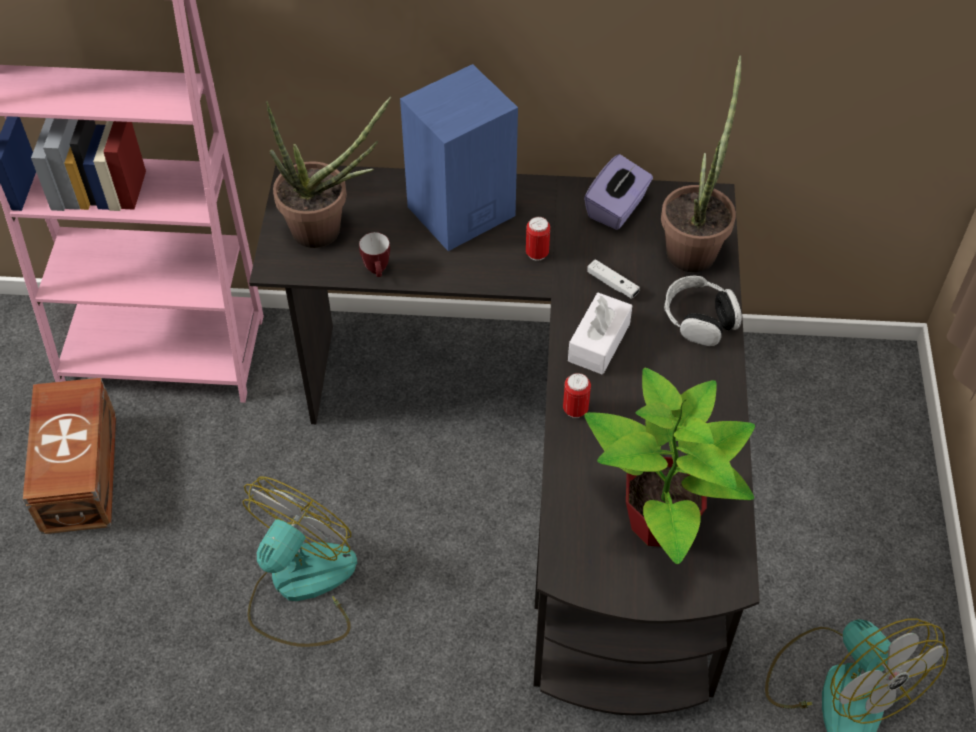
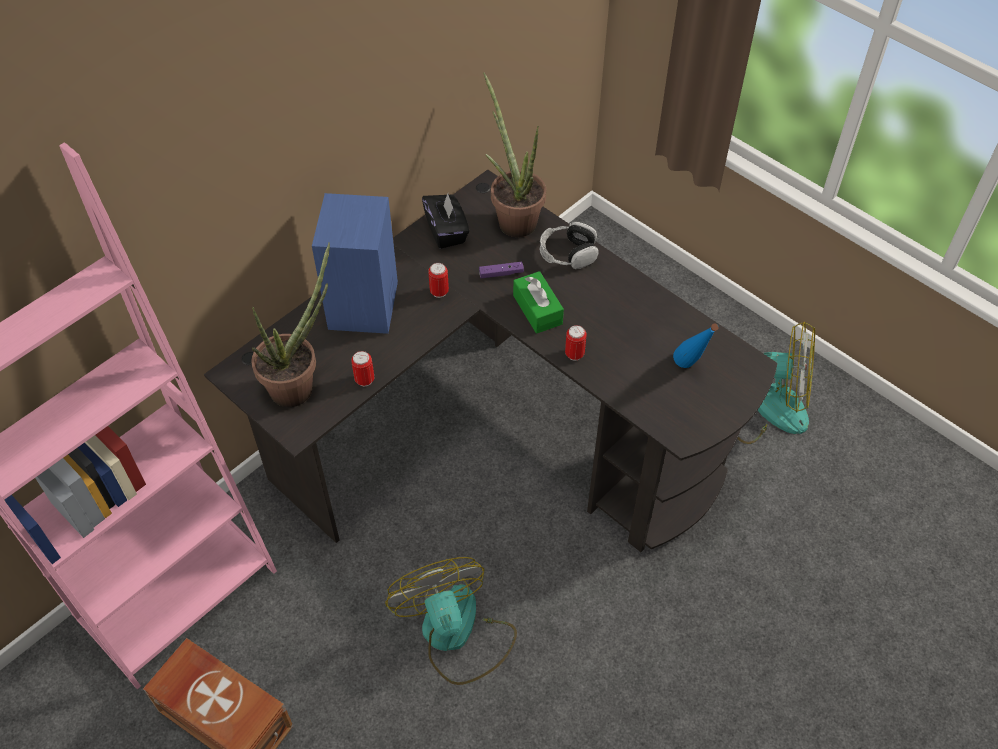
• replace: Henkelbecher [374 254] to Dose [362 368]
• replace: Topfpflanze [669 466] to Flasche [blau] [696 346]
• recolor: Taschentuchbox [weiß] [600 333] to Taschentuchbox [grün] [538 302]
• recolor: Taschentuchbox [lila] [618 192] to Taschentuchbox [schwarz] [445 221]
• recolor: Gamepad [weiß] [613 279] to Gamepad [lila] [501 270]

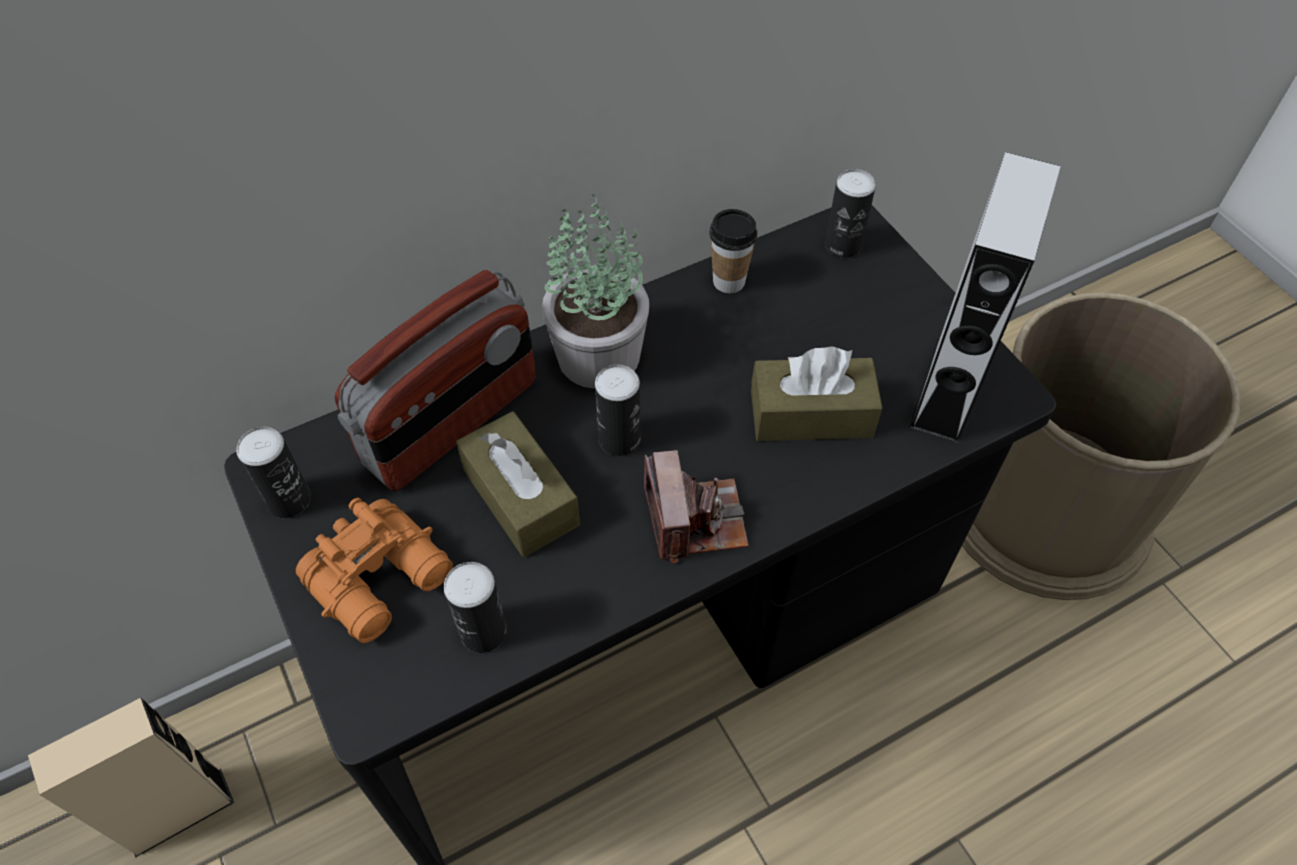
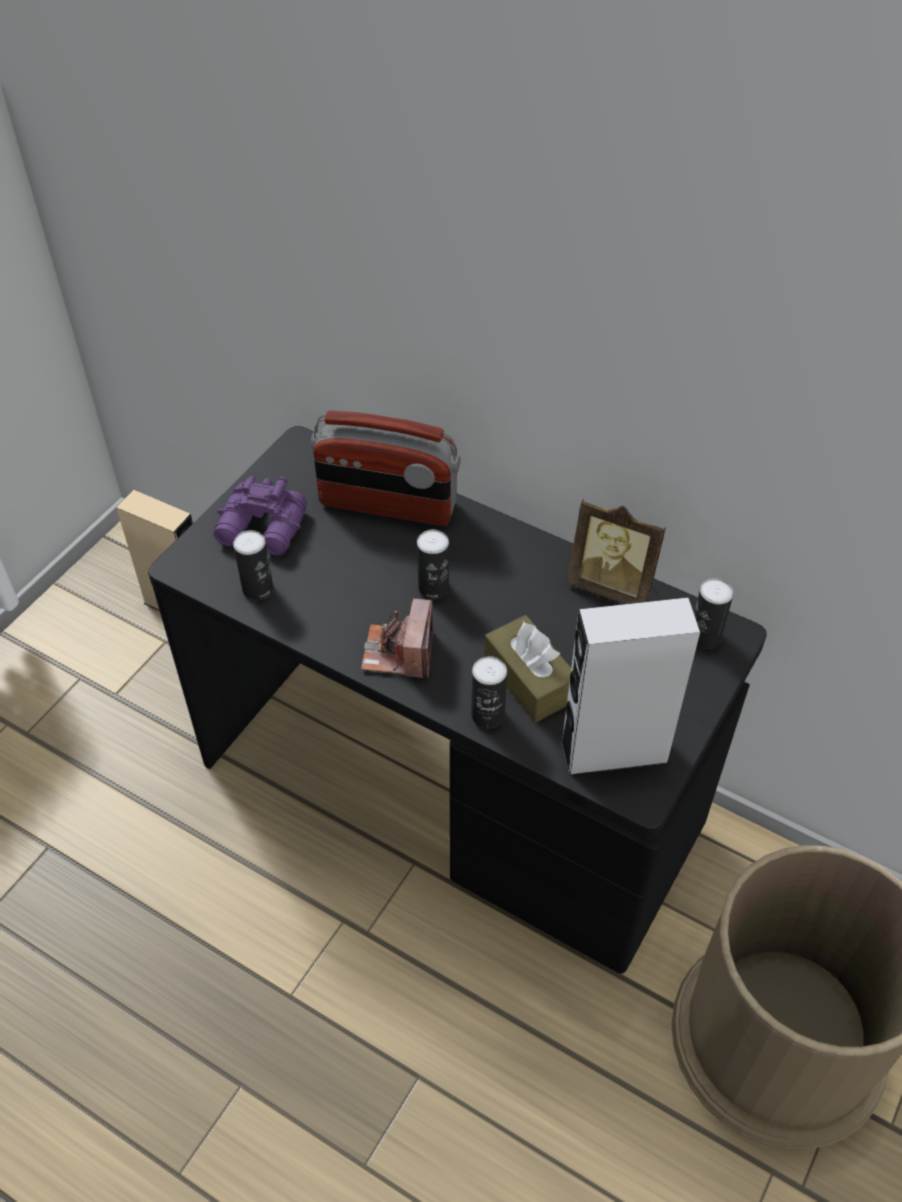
• delete: Taschentuchbox [braun] [518 484]
• delete: Topfpflanze [595 291]
• move: Dose [273 472] to [489 692]
• replace: Tasse [733 251] to Bilderrahmen [616 551]
• recolor: Fernglas [orange] [374 570] to Fernglas [lila] [260 515]
• rotate: Kamera [696 506] = [397 638] 135 degrees clockwise

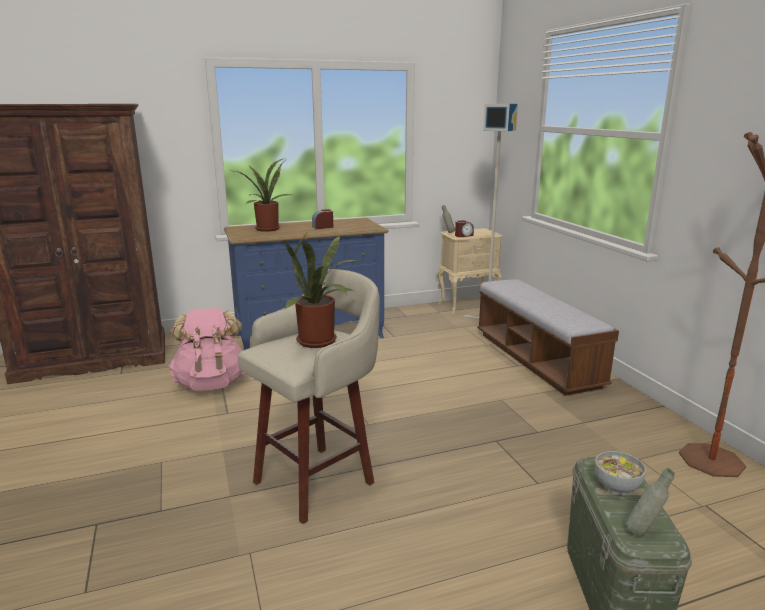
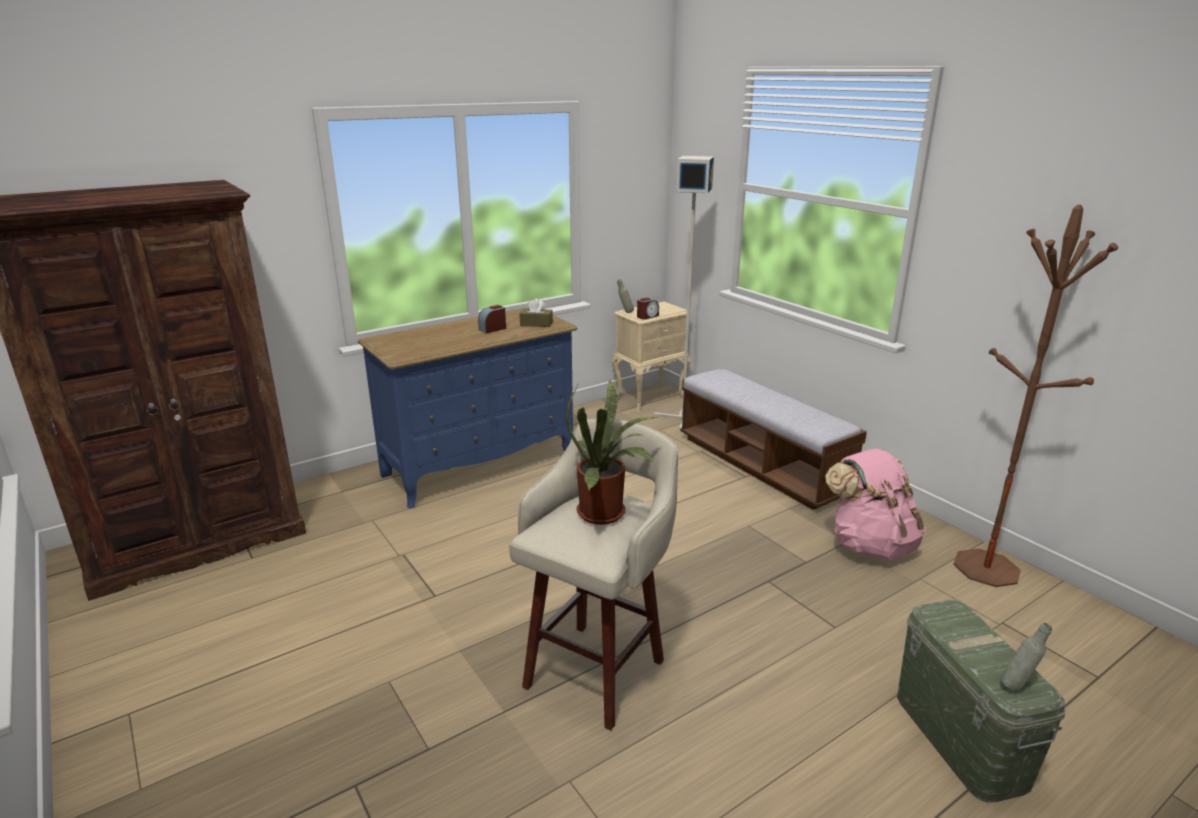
• delete: Topfpflanze [265 195]
• delete: Schüssel [620 473]
• insert: Taschentuchbox [braun] [536 313]
• move: Rucksack [rosa] [207 349] to [875 504]

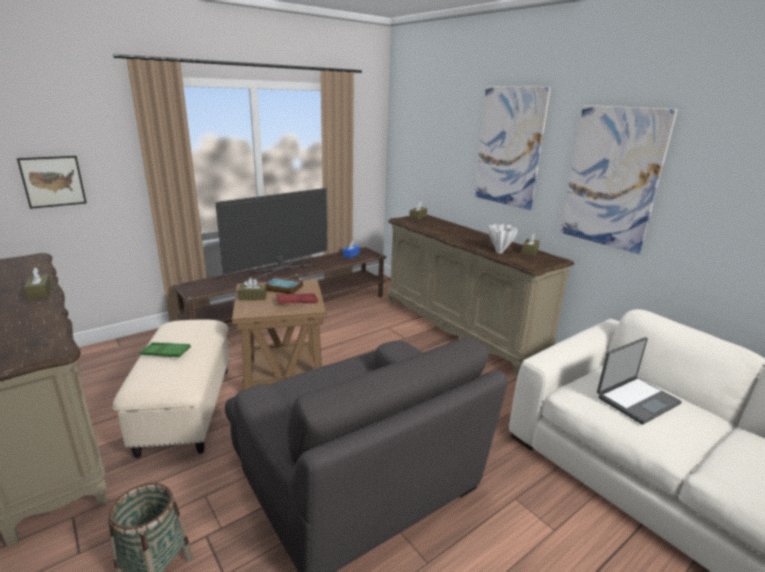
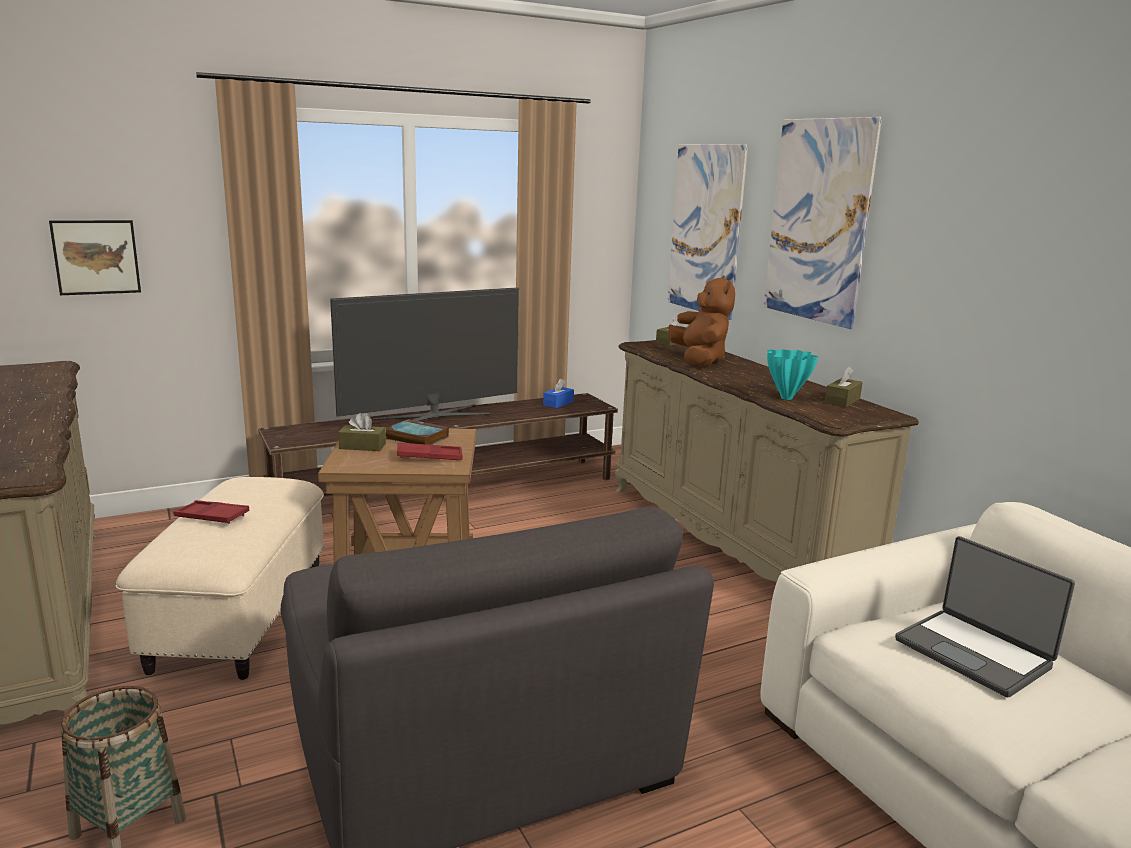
• delete: Taschentuchbox [braun] [38 284]
• insert: Plüschtier [braun] [701 320]
• move: Bild [619 179] to [708 232]
• recolor: Tablett [grün] [165 349] to Tablett [rot] [211 512]
• recolor: Vase [weiß] [503 239] to Vase [türkis] [792 374]
• rotate: Laptop [639 381] = [985 617] 75 degrees clockwise

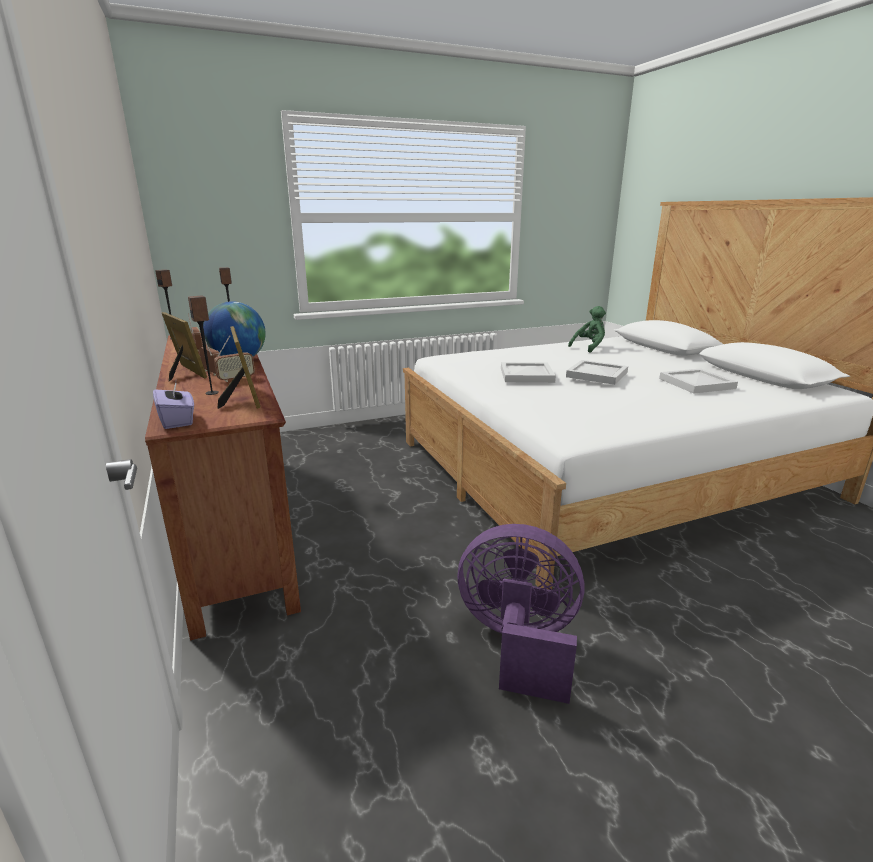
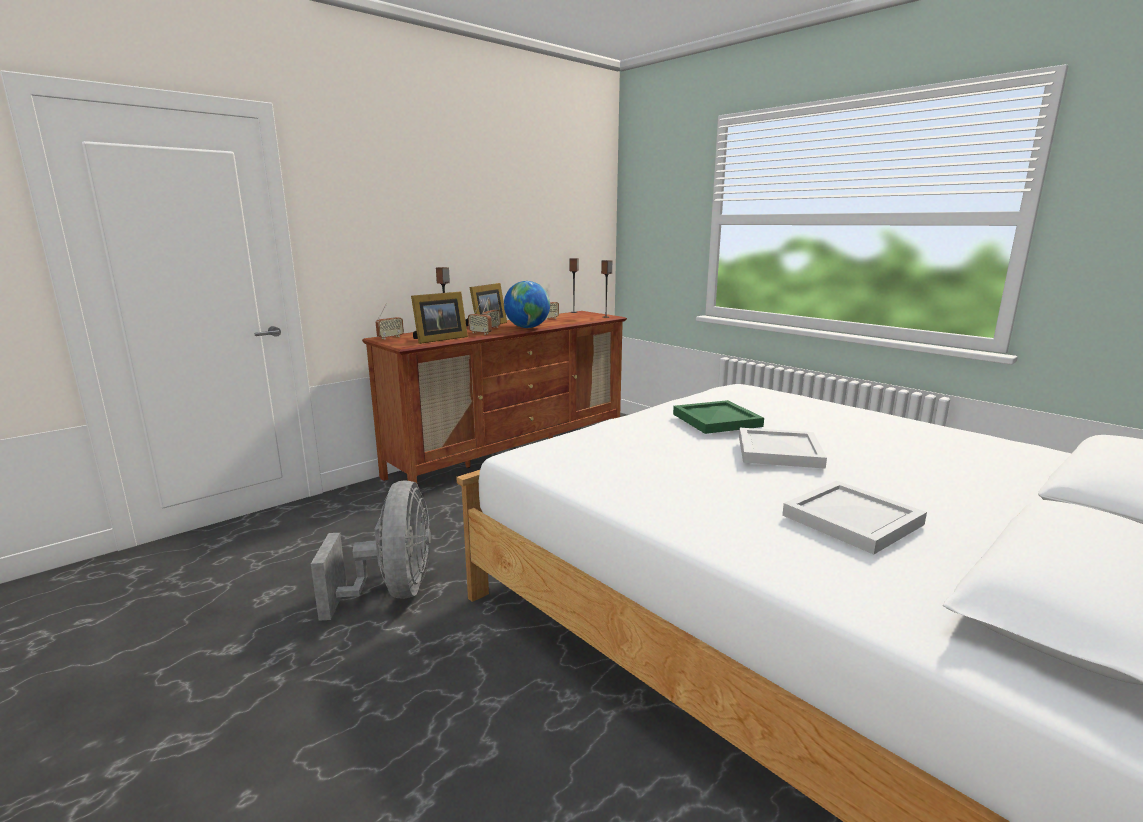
• delete: Plüschtier [grün] [587 329]
• replace: Taschentuchbox [lila] [173 403] to Radio [390 321]
• recolor: Ventilator [lila] [521 614] to Ventilator [grau] [371 550]
• recolor: Tablett [weiß] [528 372] to Tablett [grün] [718 417]

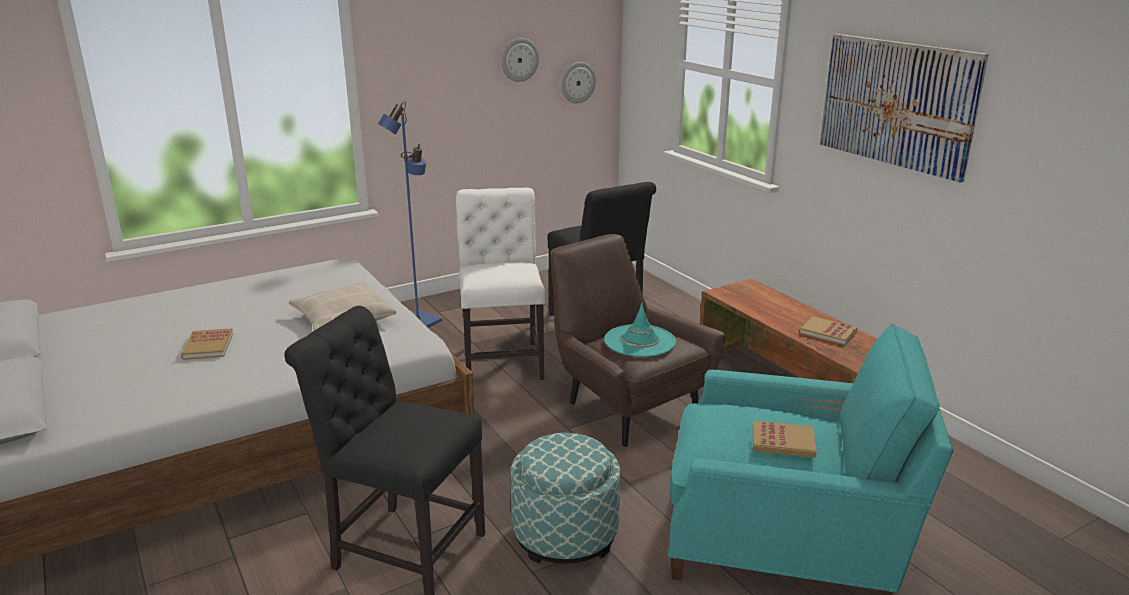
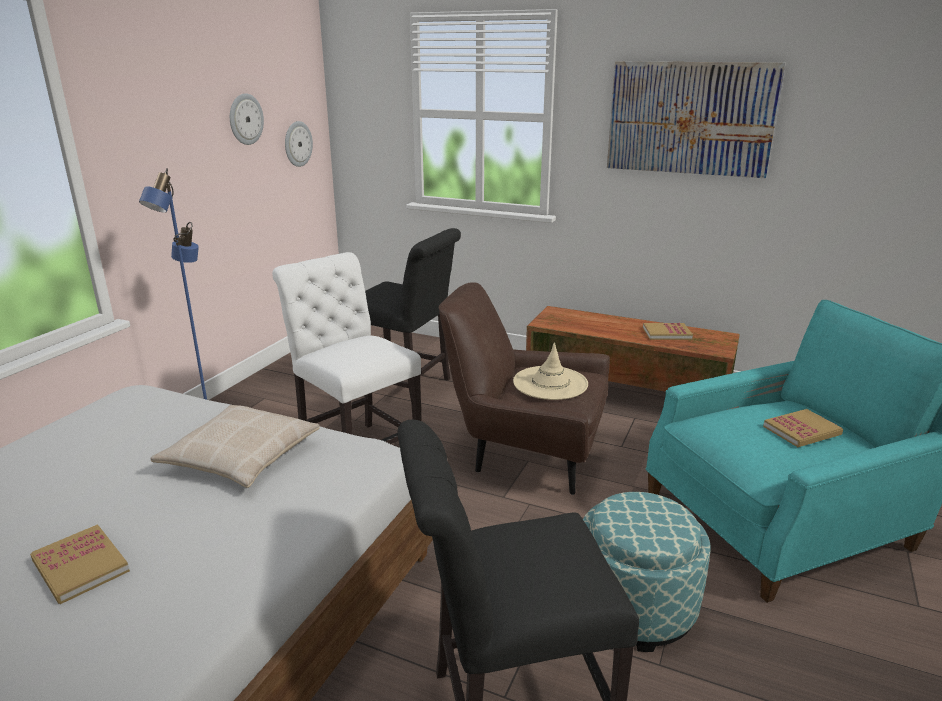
• recolor: Hut [türkis] [640 330] to Hut [beige] [550 371]

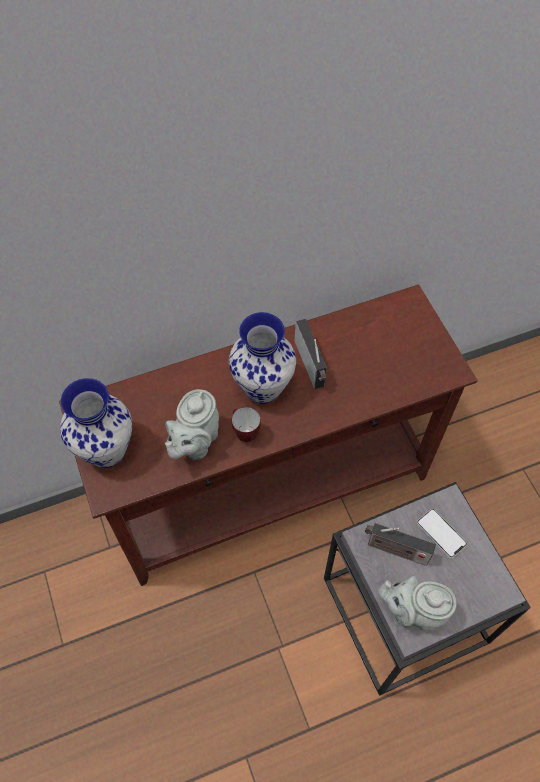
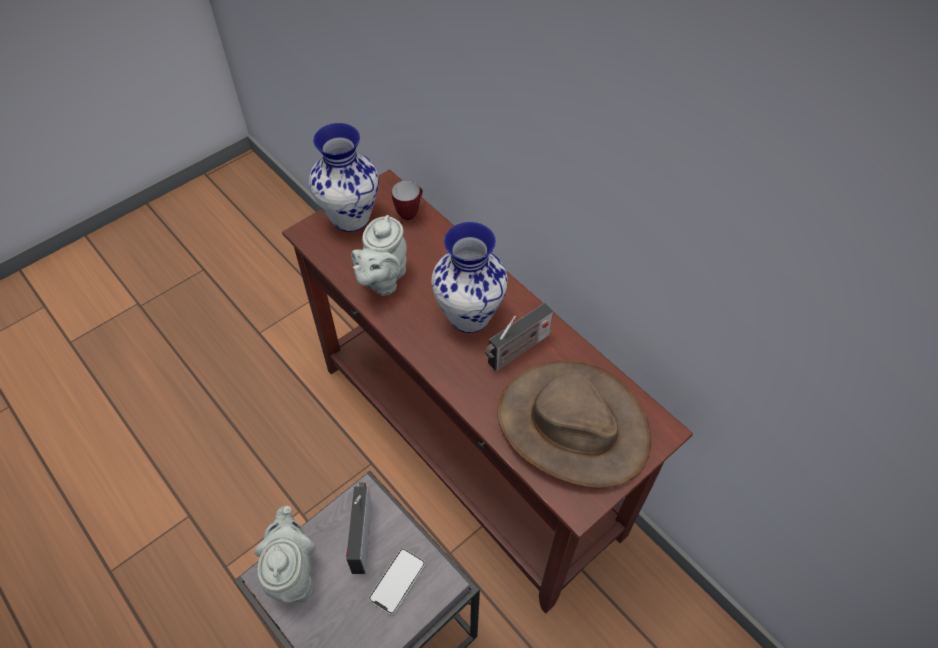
• insert: Hut [braun] [574 424]
• move: Henkelbecher [246 424] to [407 200]
• rotate: Teekanne [grau] [192 424] = [379 255] 75 degrees counterclockwise

